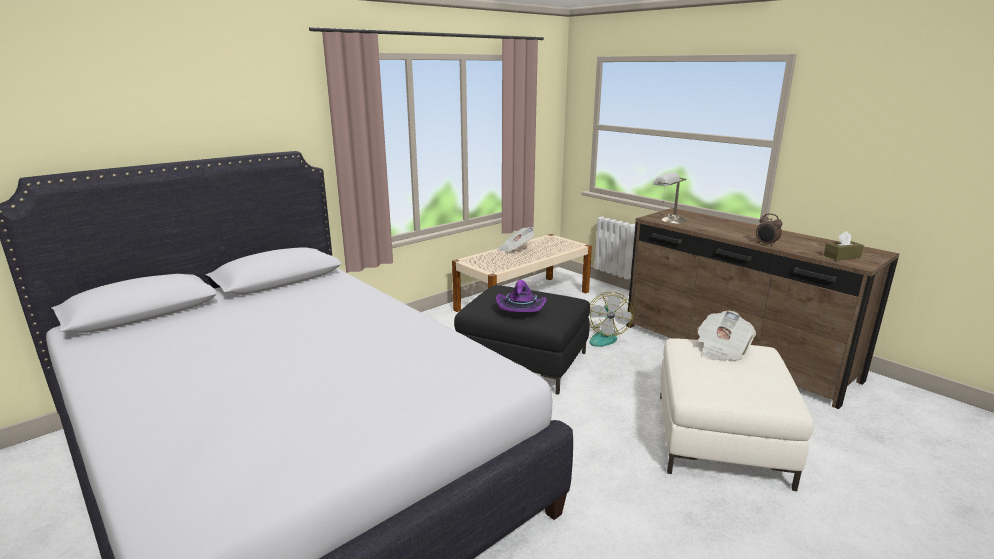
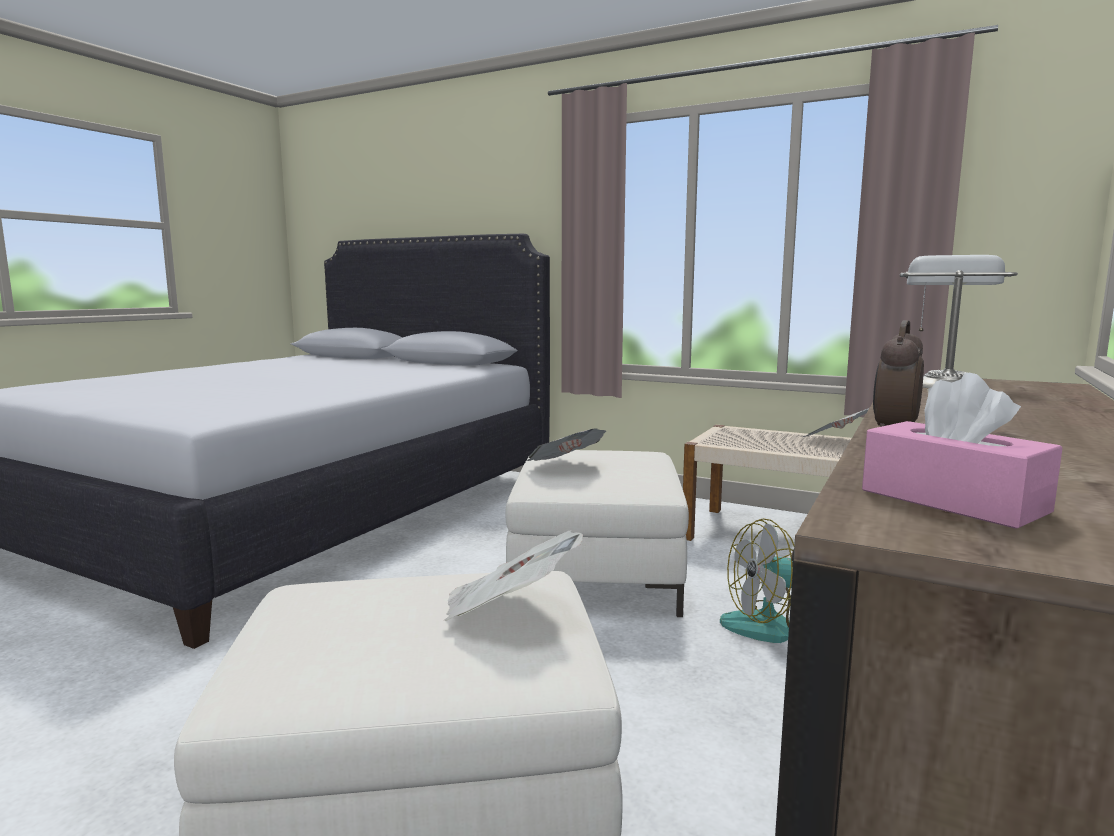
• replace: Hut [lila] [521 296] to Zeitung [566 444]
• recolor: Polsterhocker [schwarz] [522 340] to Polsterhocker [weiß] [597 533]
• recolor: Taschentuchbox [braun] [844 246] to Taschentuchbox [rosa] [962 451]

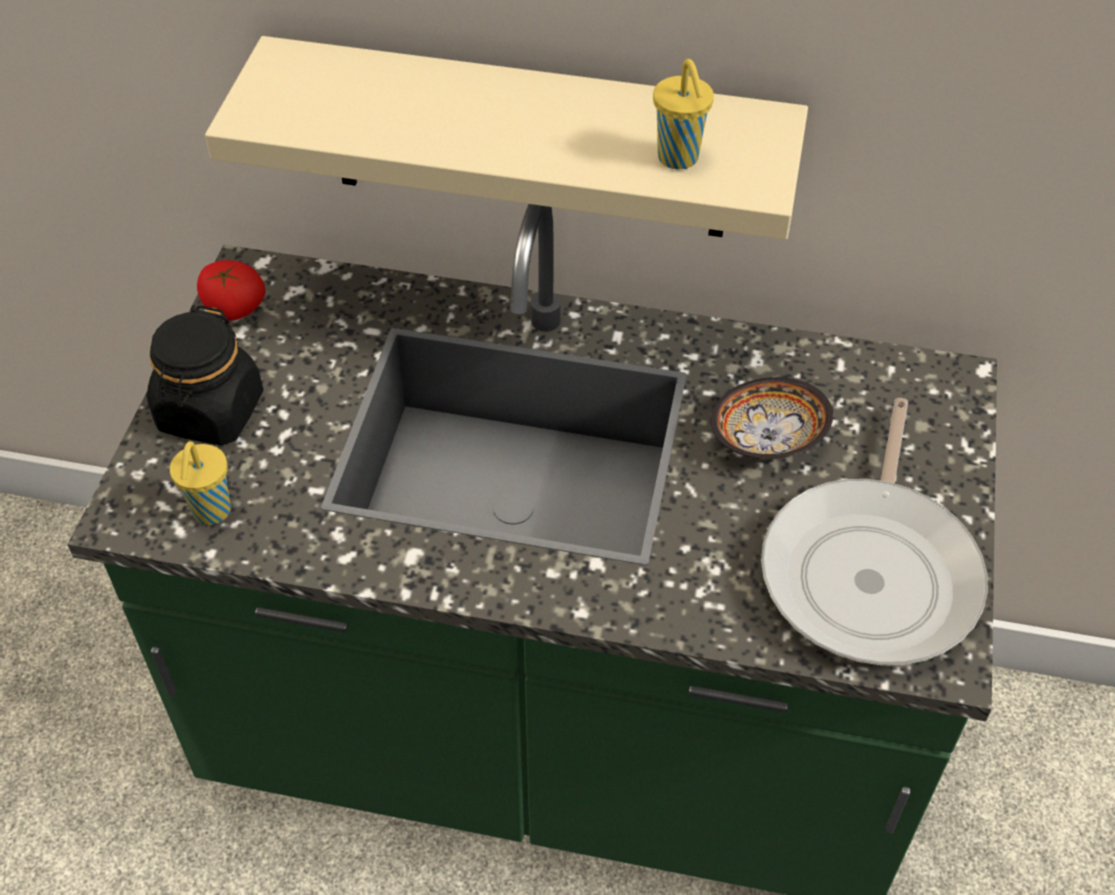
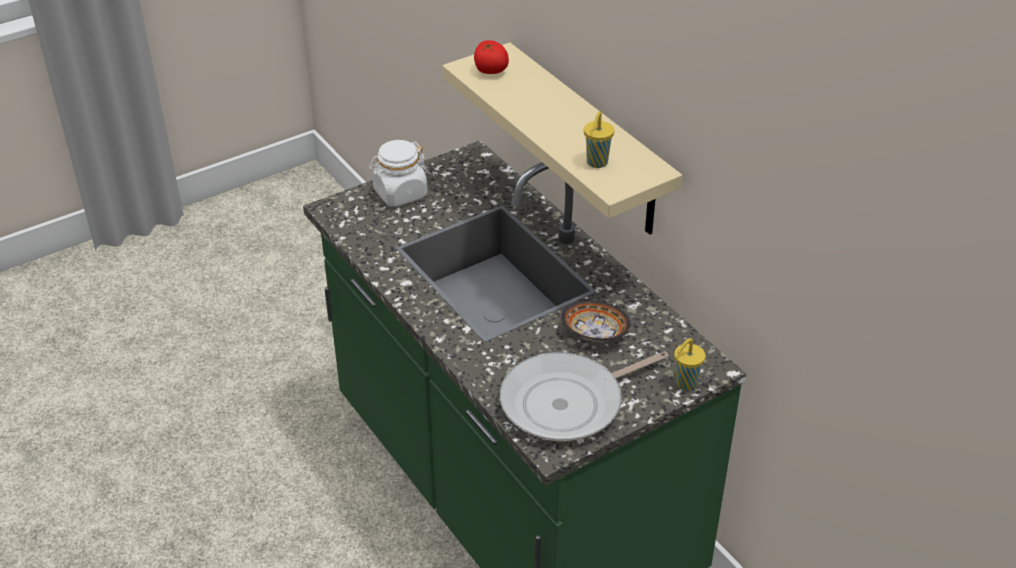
• move: Tasse [gelb] [200 483] to [690 364]
• move: Tomate [231 290] to [491 57]
• recolor: Vorratsglas [schwarz] [205 375] to Vorratsglas [weiß] [398 173]

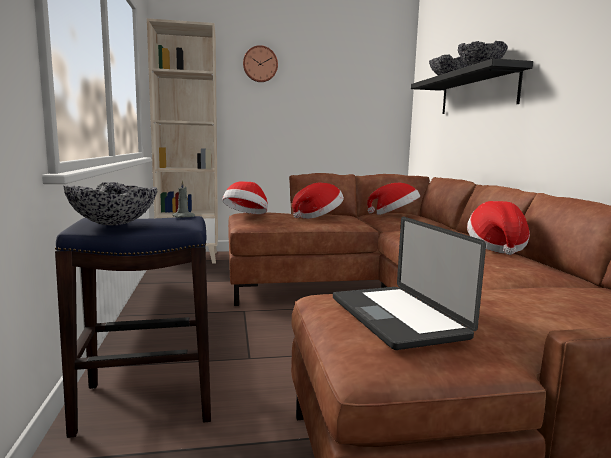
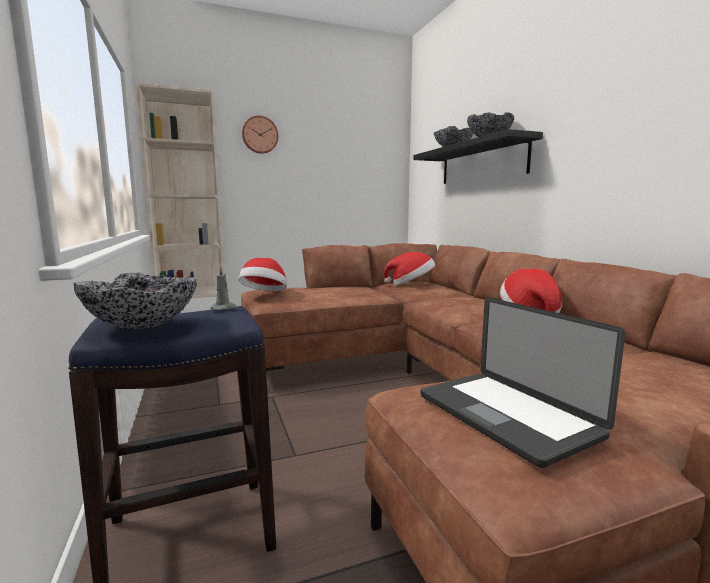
• delete: Hut [318 200]

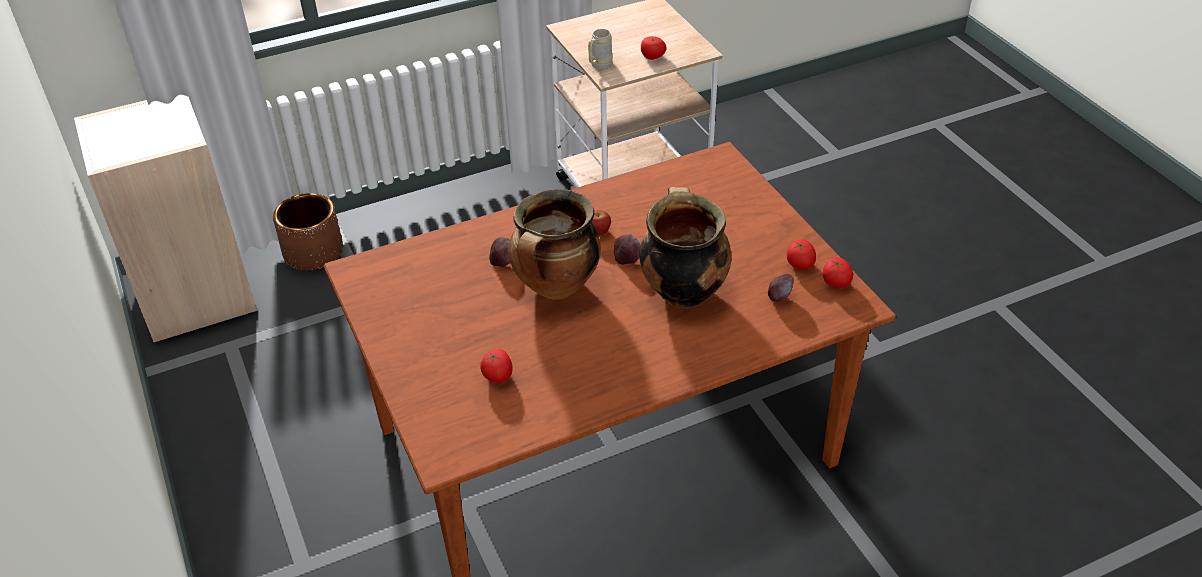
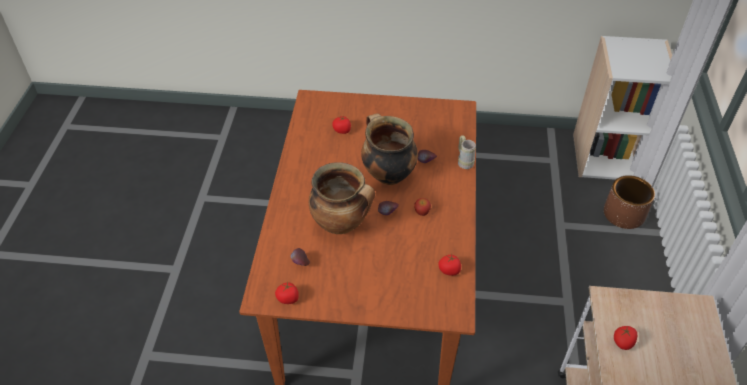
• move: Henkelbecher [beige] [600 49] to [467 152]
• move: Tomate [801 254] to [450 265]

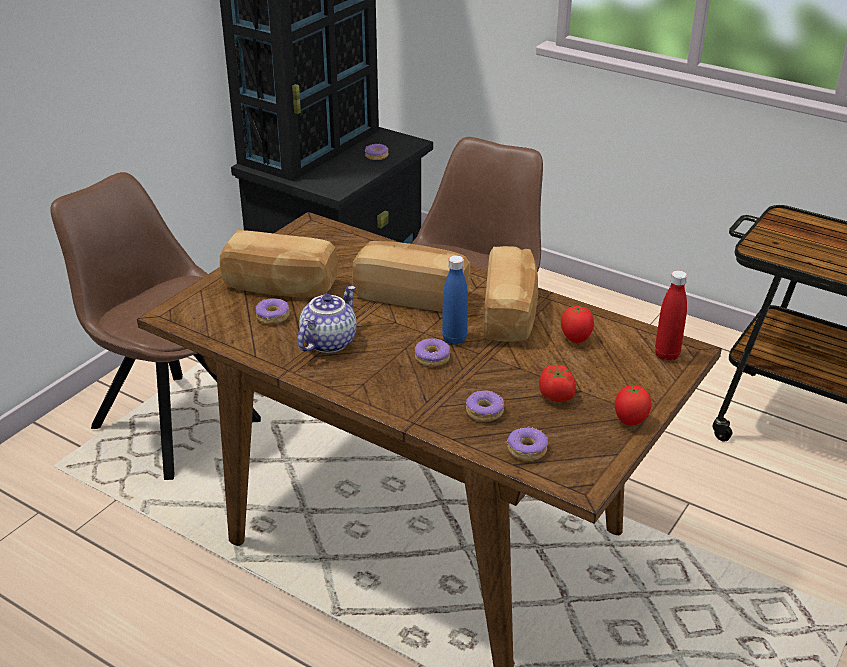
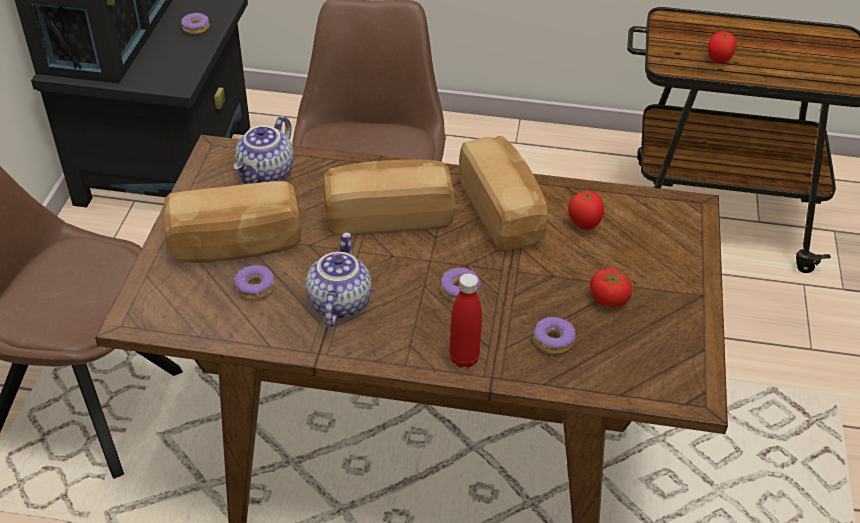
• delete: Flasche [blau] [455 300]
• delete: Donut [527 443]
• insert: Teekanne [264 150]
• move: Tomate [633 405] to [722 47]
• move: Flasche [rot] [671 315] to [465 320]

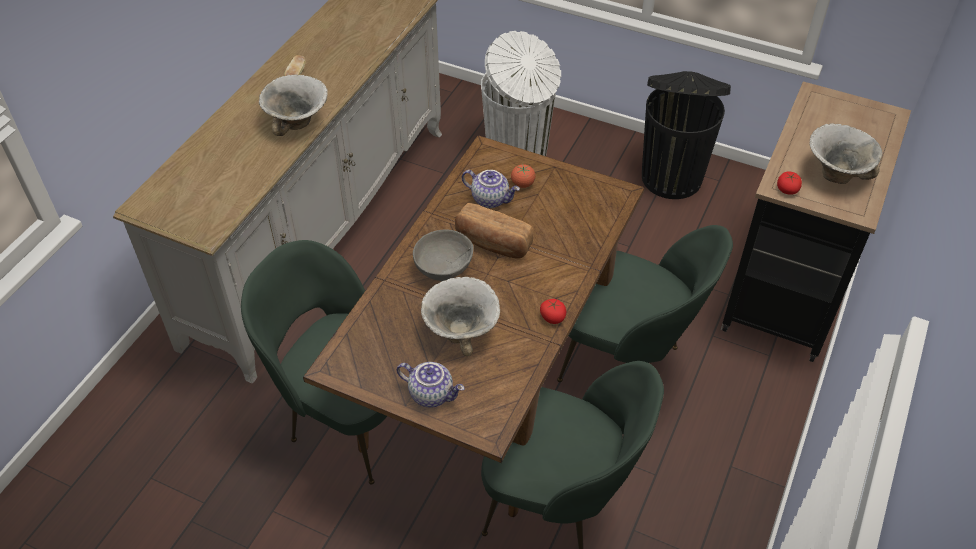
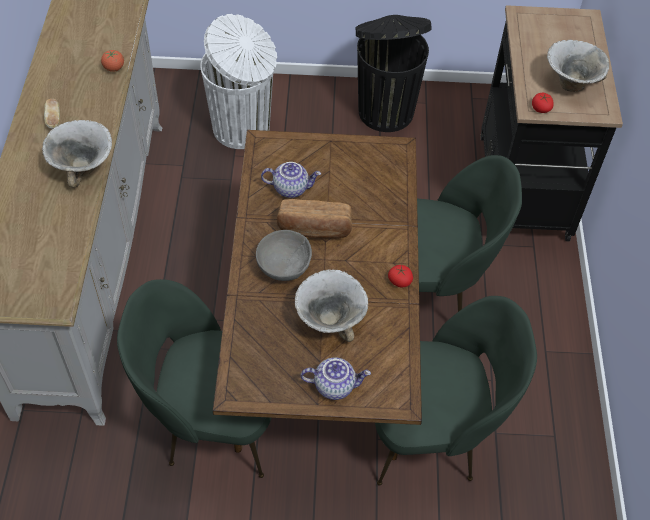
• move: Tomate [523 176] to [112 61]

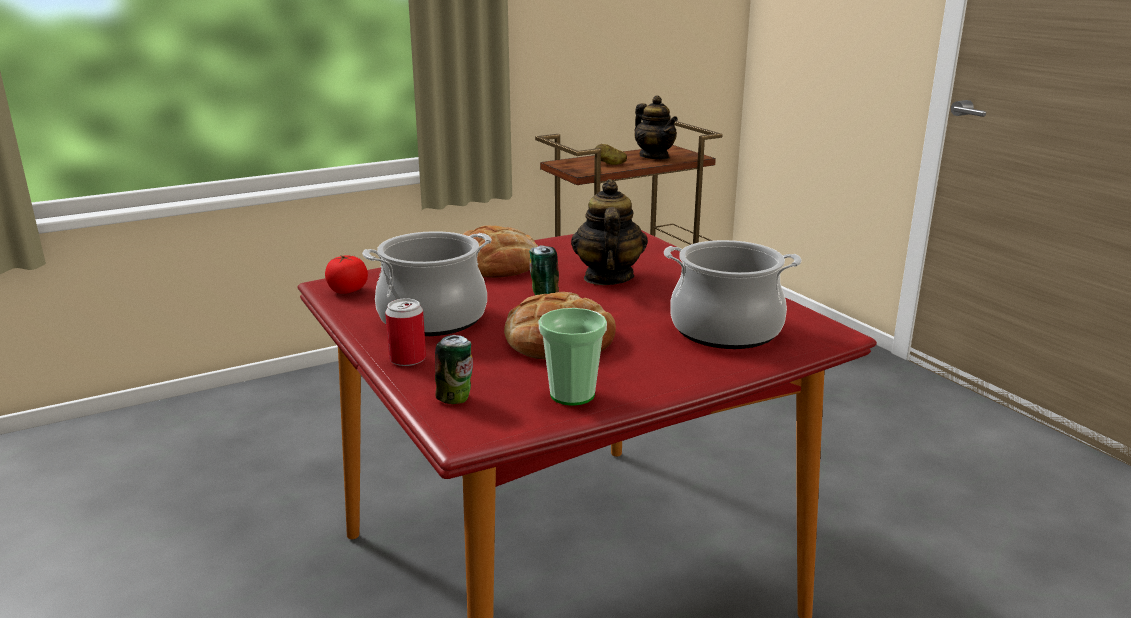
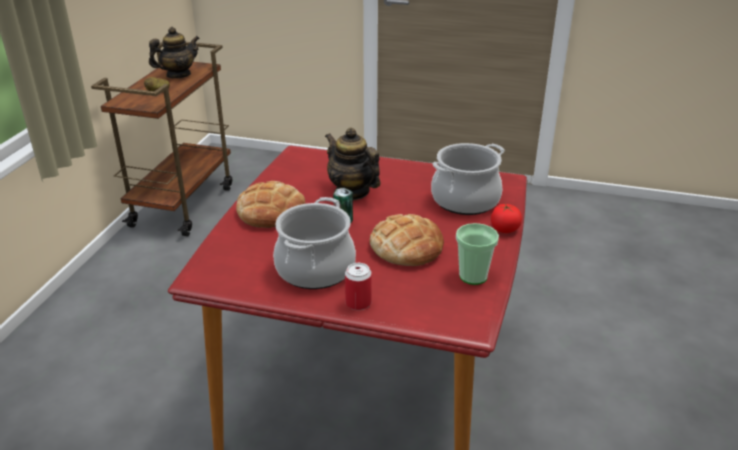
• delete: Dose [454 369]
• move: Tomate [346 274] to [506 218]
• rotate: Teekanne [656 127] = [174 52] 45 degrees counterclockwise

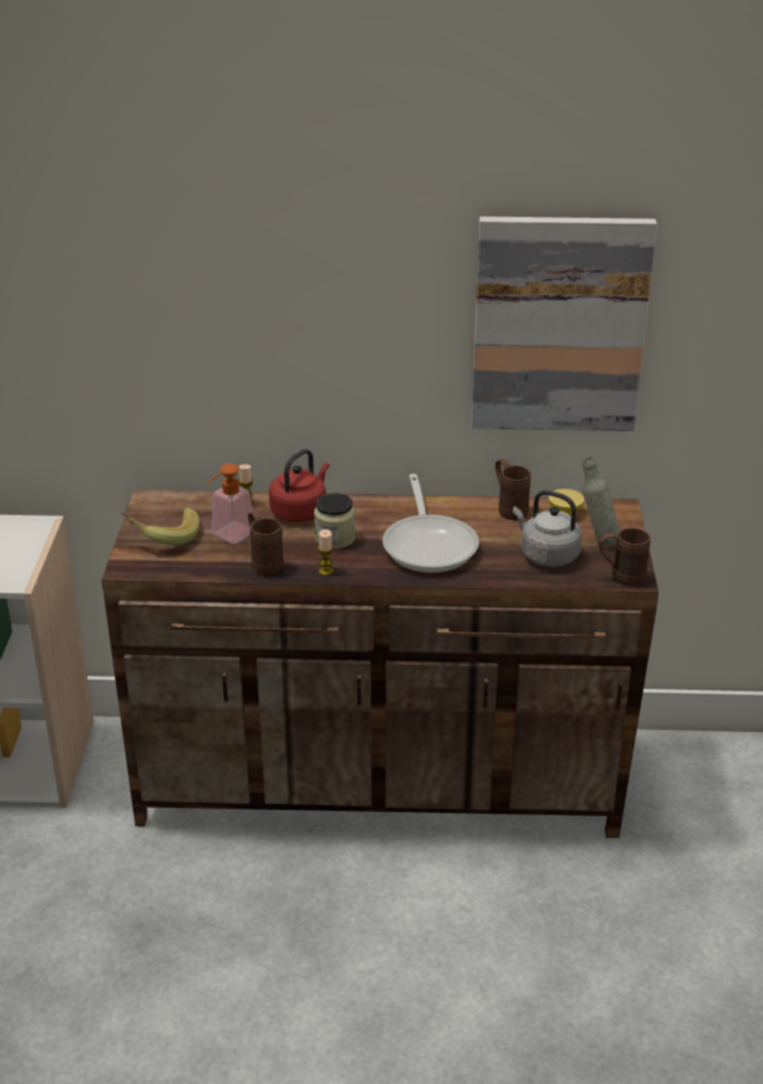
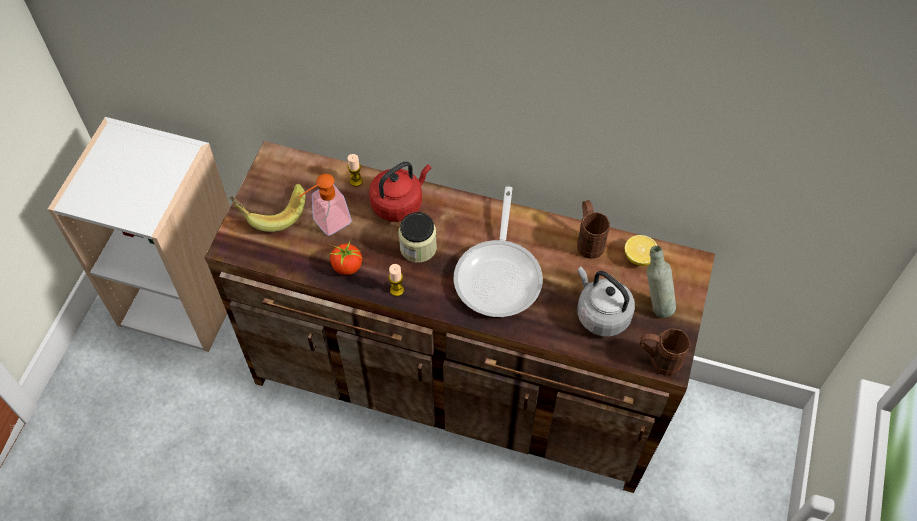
• delete: Bild [564 323]
• replace: Henkelbecher [braun] [266 543] to Tomate [345 258]

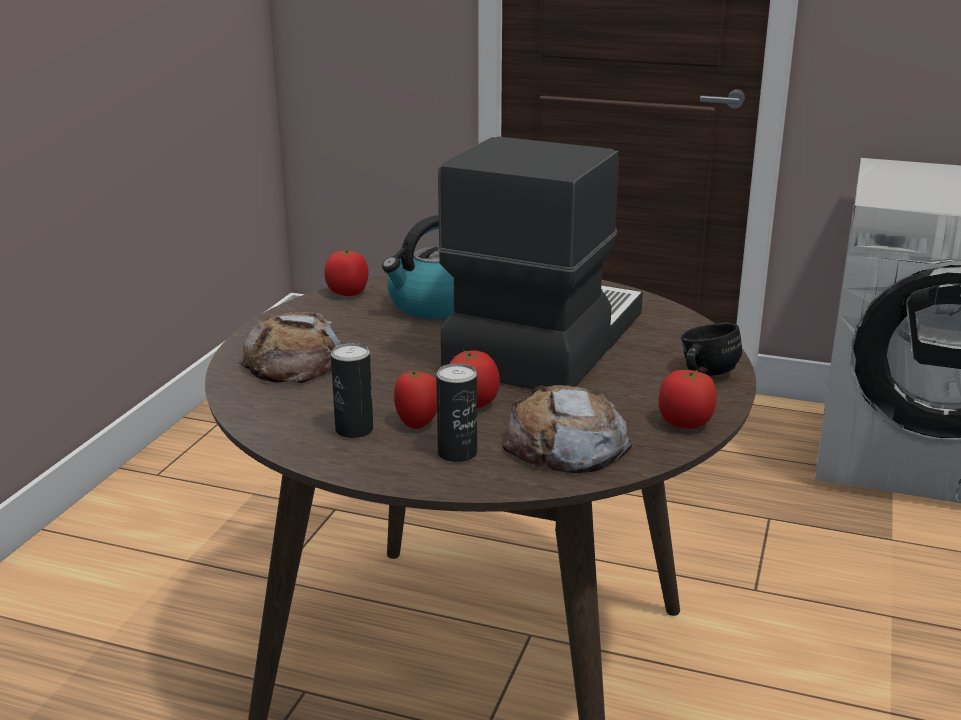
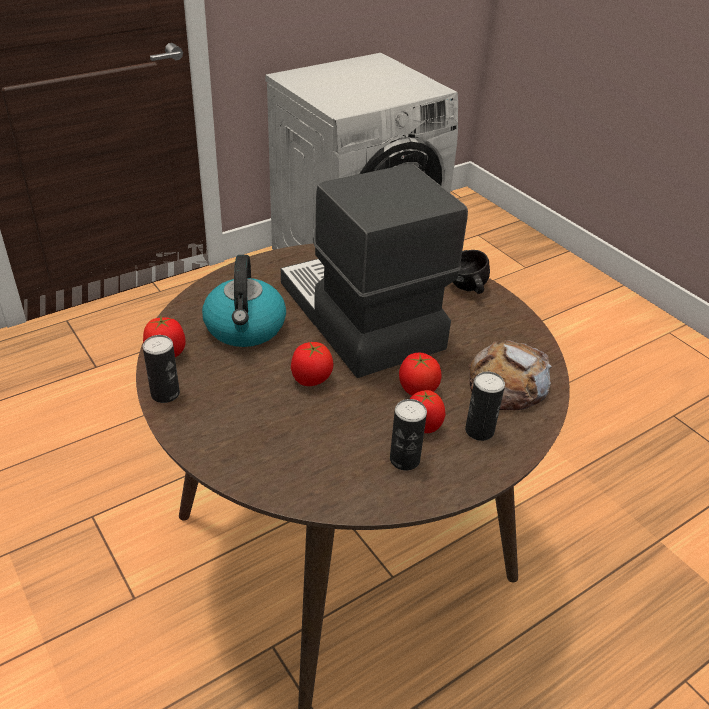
• delete: Brot [290 347]
• insert: Dose [161 369]
• move: Tomate [687 399] to [312 364]

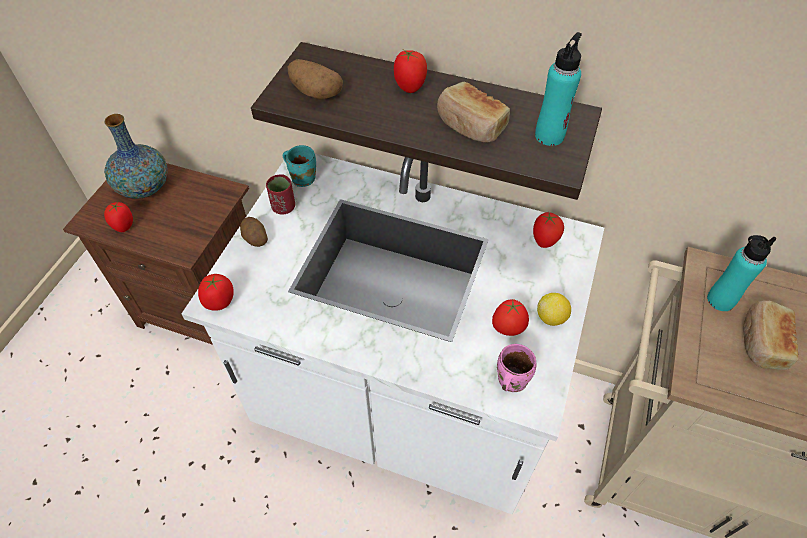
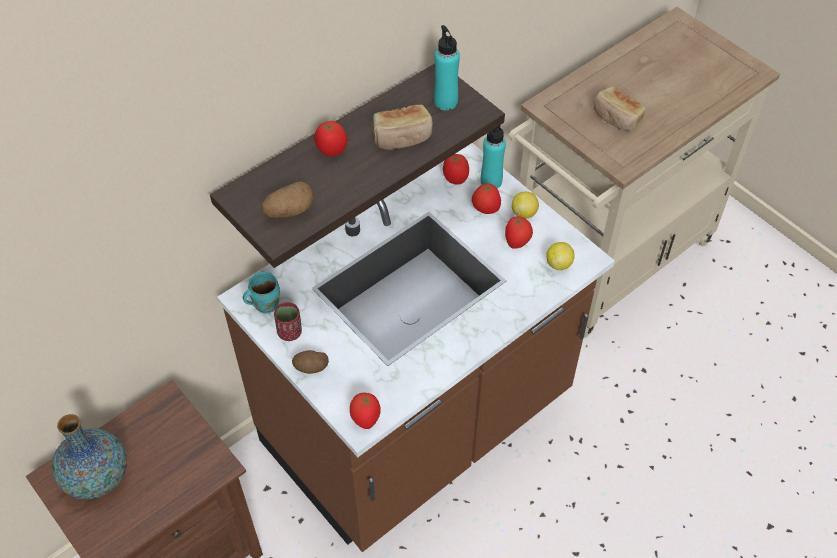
• move: Tomate [118 216] to [486 198]
• move: Flasche [türkis] [741 273] to [493 157]
• replace: Henkelbecher [rosa] [516 368] to Zitrone [560 256]
• recolor: Küchenzeile [weiß] [393 333] to Küchenzeile [braun] [416 347]

